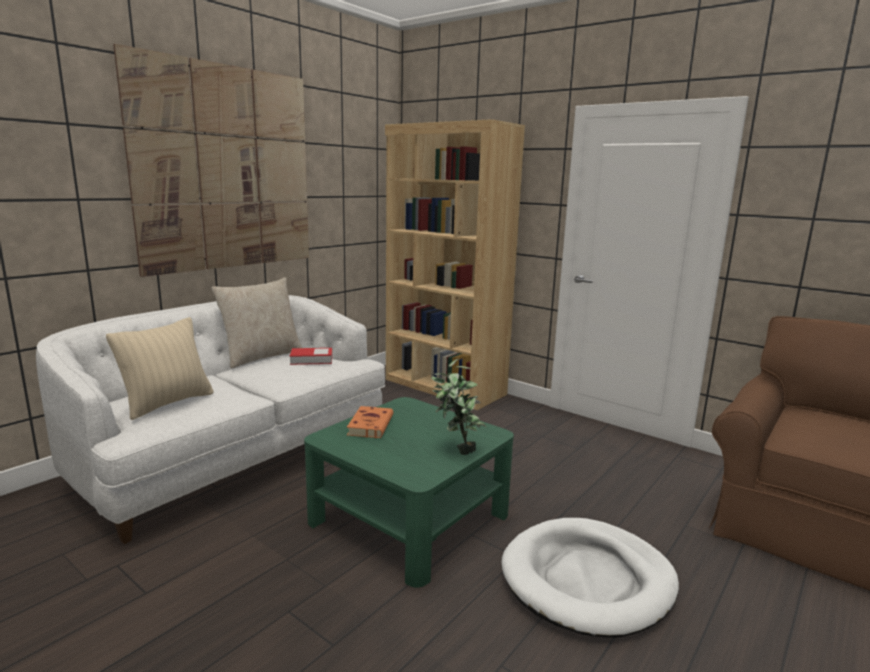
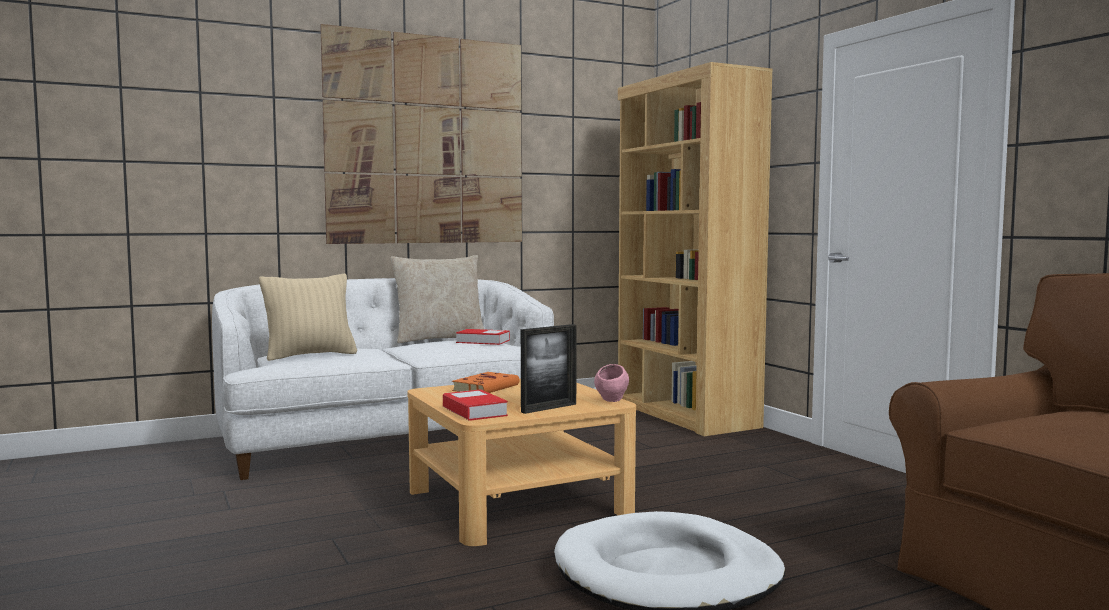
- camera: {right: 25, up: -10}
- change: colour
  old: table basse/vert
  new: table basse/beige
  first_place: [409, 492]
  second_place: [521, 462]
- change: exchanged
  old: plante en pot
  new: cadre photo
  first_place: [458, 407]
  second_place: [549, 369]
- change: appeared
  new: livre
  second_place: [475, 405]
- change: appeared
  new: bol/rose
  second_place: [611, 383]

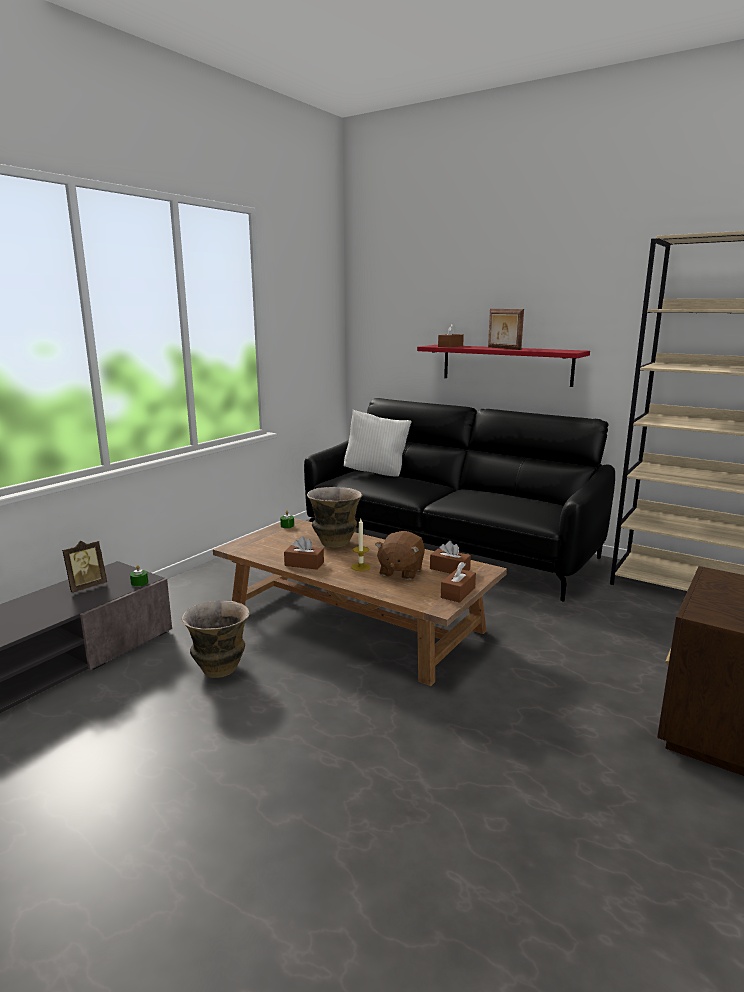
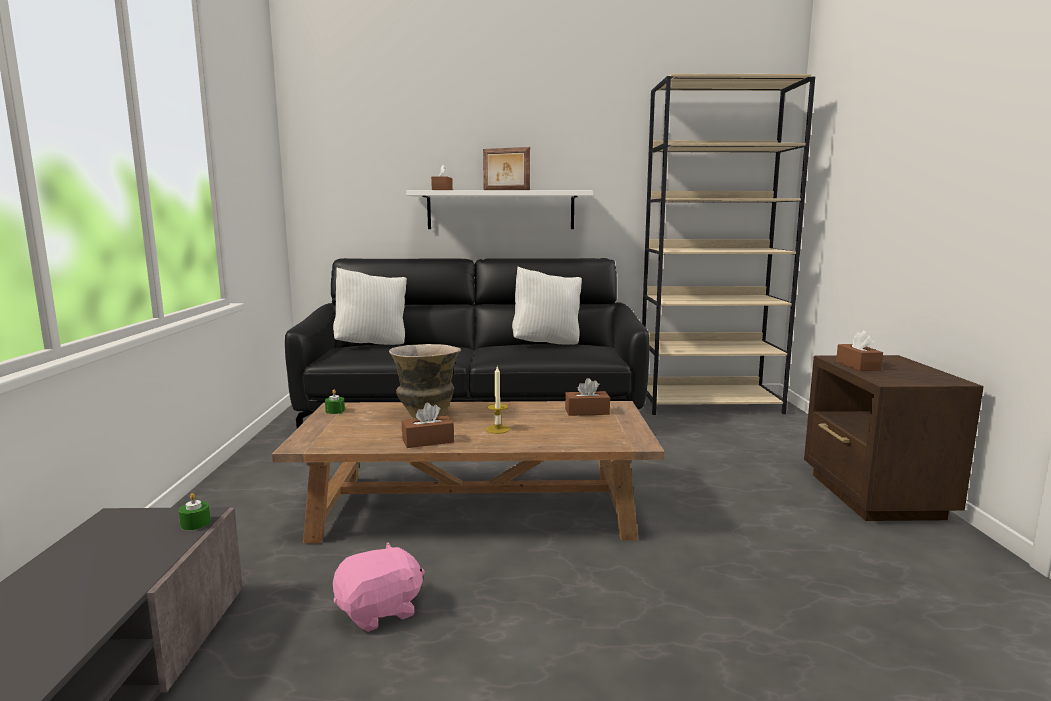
- camera: {right: -35, up: -5}
- change: missing
  old: cadre photo
  first_place: [84, 566]
- change: exchanged
  old: vase
  new: peluche/rose
  first_place: [216, 639]
  second_place: [379, 587]
- change: missing
  old: peluche/marron
  first_place: [400, 555]
- change: colour
  old: étagère/rouge
  new: étagère/blanc
  first_place: [503, 366]
  second_place: [499, 209]
- change: relocated
  old: boîte à mouchoirs/marron
  first_place: [458, 582]
  second_place: [859, 351]
- change: appeared
  new: coussin/blanc
  second_place: [547, 305]

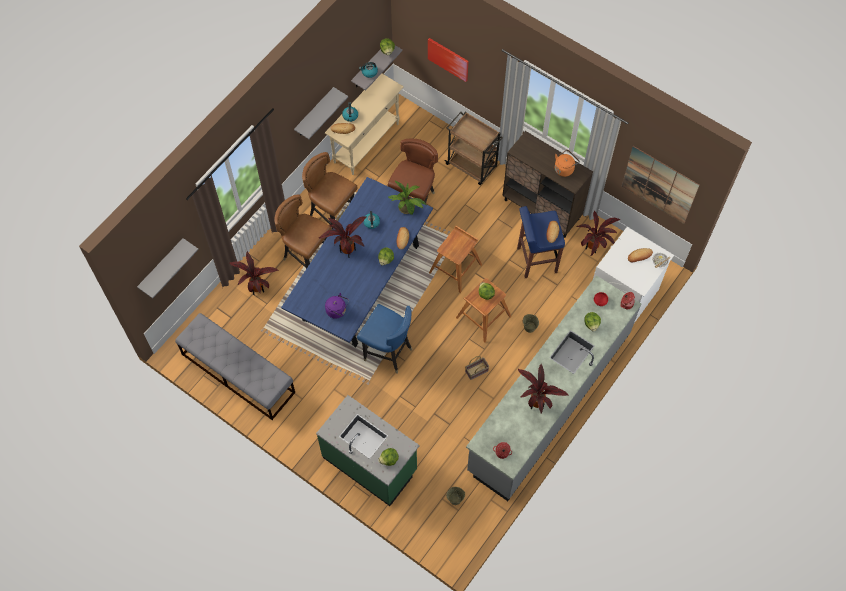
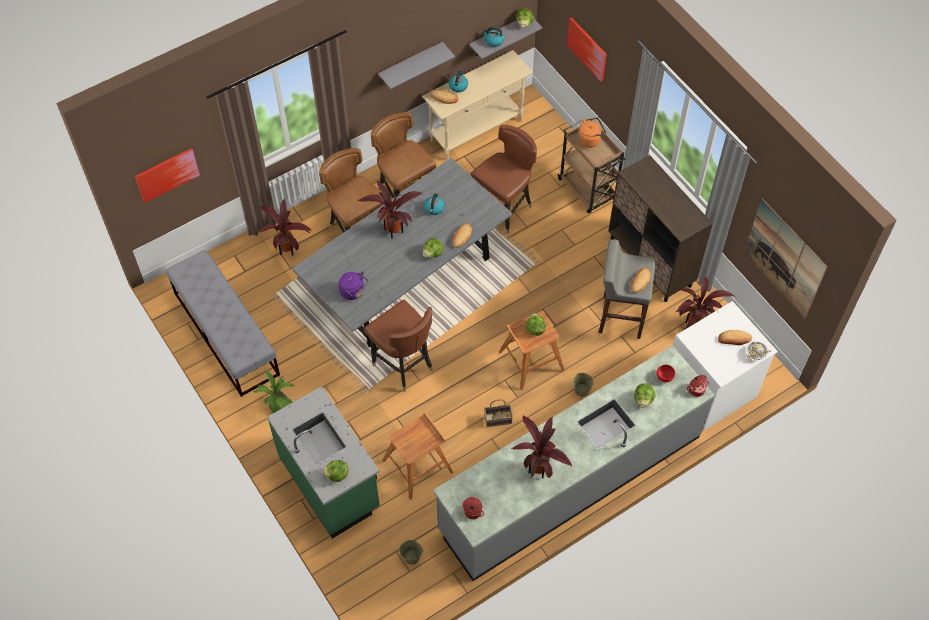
- camera: {right: 20, up: -5}
- change: exchanged
  old: étagère/gris
  new: tableau
  first_place: [168, 268]
  second_place: [167, 175]
- change: colour
  old: table à manger/bleu
  new: table à manger/gris
  first_place: [357, 262]
  second_place: [402, 252]
- change: colour
  old: chaise/bleu
  new: chaise/marron
  first_place: [384, 339]
  second_place: [398, 346]
- change: relocated
  old: plante en pot
  first_place: [407, 197]
  second_place: [273, 391]
- change: relocated
  old: tabouret/marron
  first_place: [455, 259]
  second_place: [417, 456]
- change: colour
  old: tabouret/bleu
  new: tabouret/gris
  first_place: [541, 242]
  second_place: [627, 289]
- change: relocated
  old: bouilloire/orange
  first_place: [567, 163]
  second_place: [592, 133]

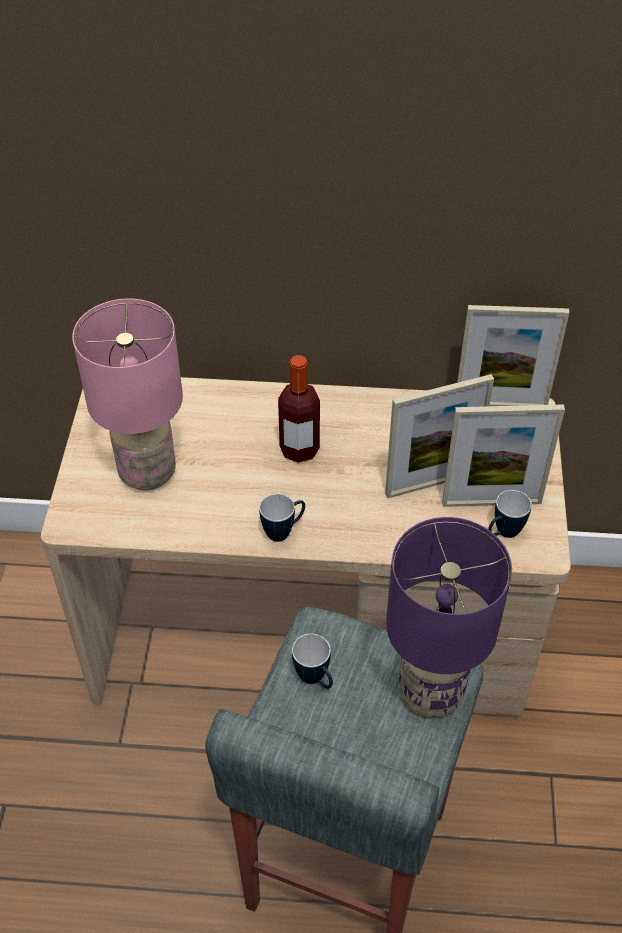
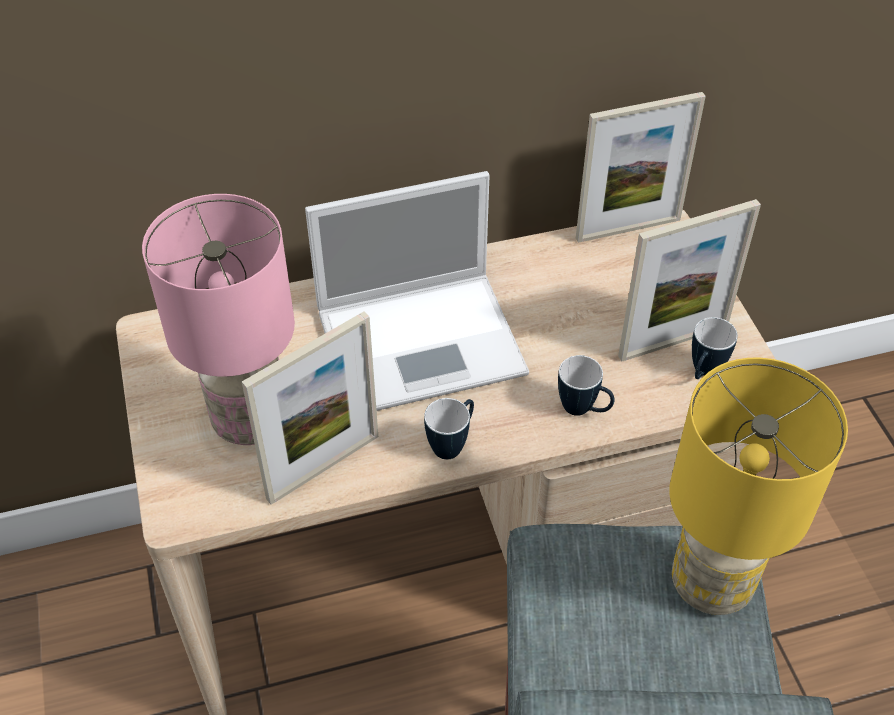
- camera: {right: -20, up: 0}
- change: exchanged
  old: bouteille
  new: ordinateur portable
  first_place: [299, 409]
  second_place: [417, 291]
- change: relocated
  old: mug
  first_place: [312, 661]
  second_place: [586, 385]
- change: relocated
  old: cadre photo
  first_place: [439, 436]
  second_place: [310, 408]
- change: colour
  old: lampe de table/violet
  new: lampe de table/jaune
  first_place: [449, 617]
  second_place: [758, 486]

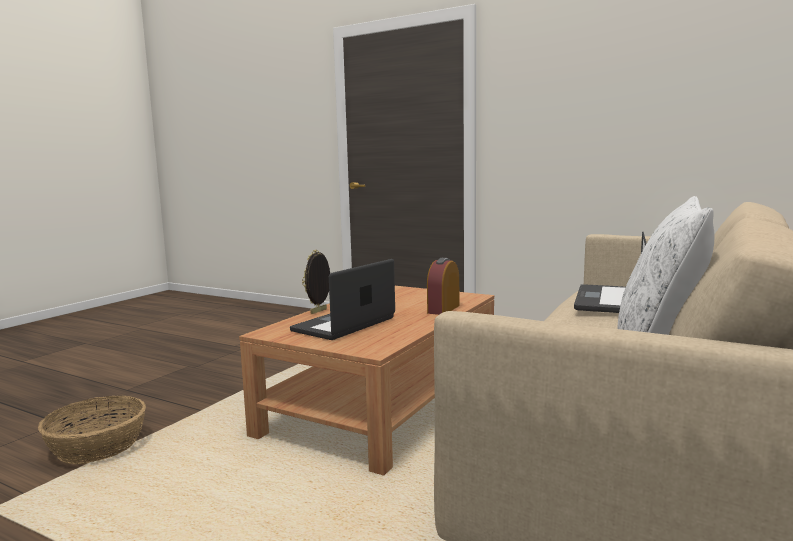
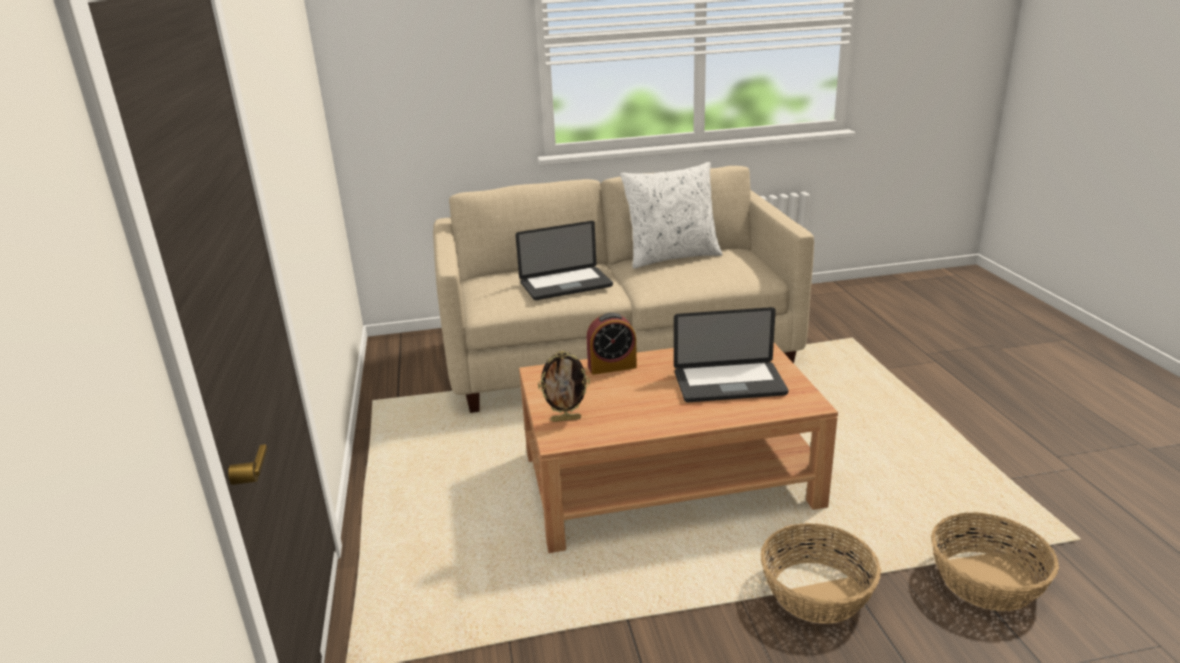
- camera: {right: -130, up: 15}
- change: relocated
  old: cadre photo
  first_place: [316, 282]
  second_place: [564, 386]
- change: appeared
  new: panier
  second_place: [820, 573]

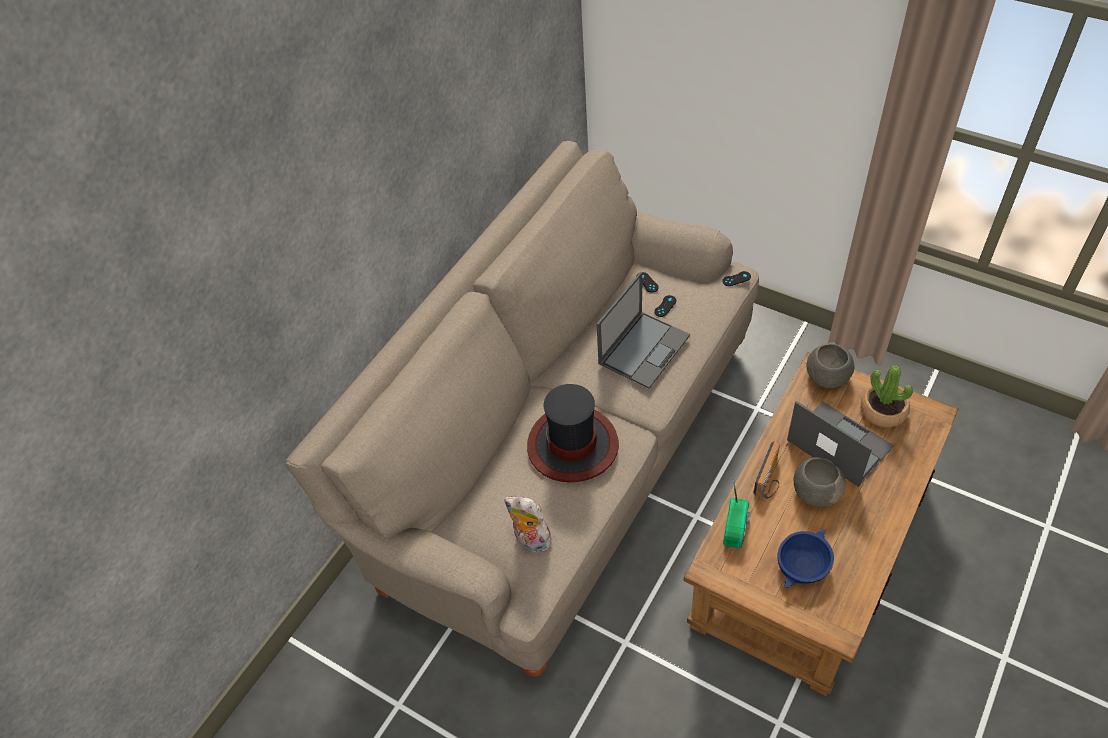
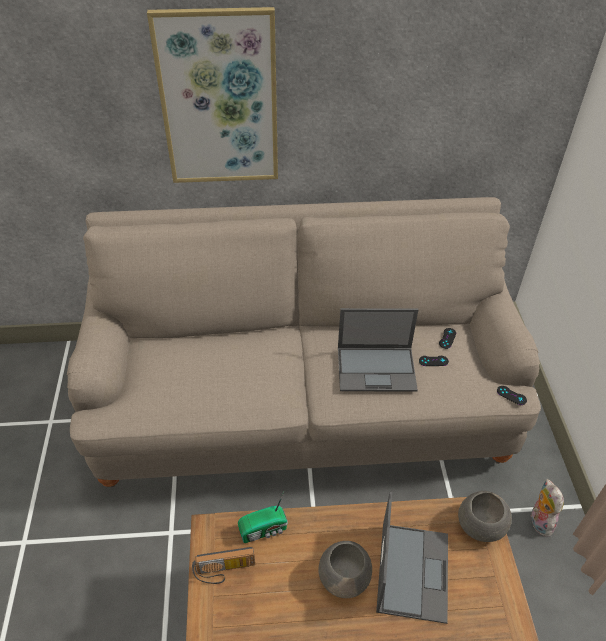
- camera: {right: 50, up: -5}
- change: relocated
  old: peluche
  first_place: [529, 524]
  second_place: [547, 508]
- change: missing
  old: chapeau
  first_place: [573, 433]
- change: relocated
  old: radio
  first_place: [766, 470]
  second_place: [223, 565]
- change: missing
  old: bol/bleu
  first_place: [805, 558]
- change: missing
  old: plante en pot
  first_place: [887, 396]
- change: appeared
  new: tableau
  second_place: [212, 95]

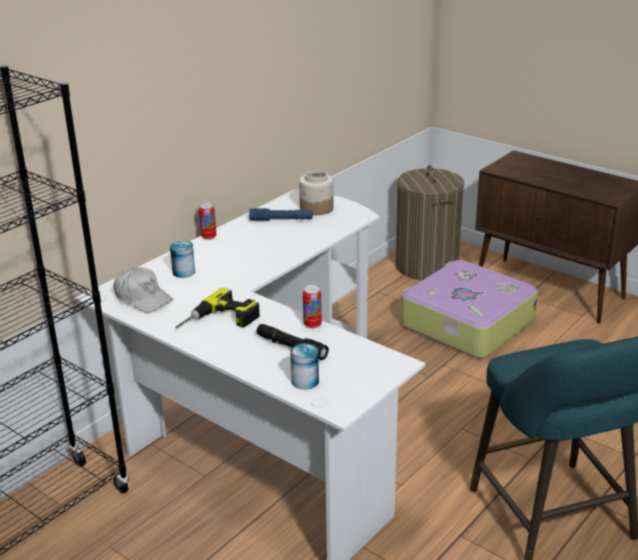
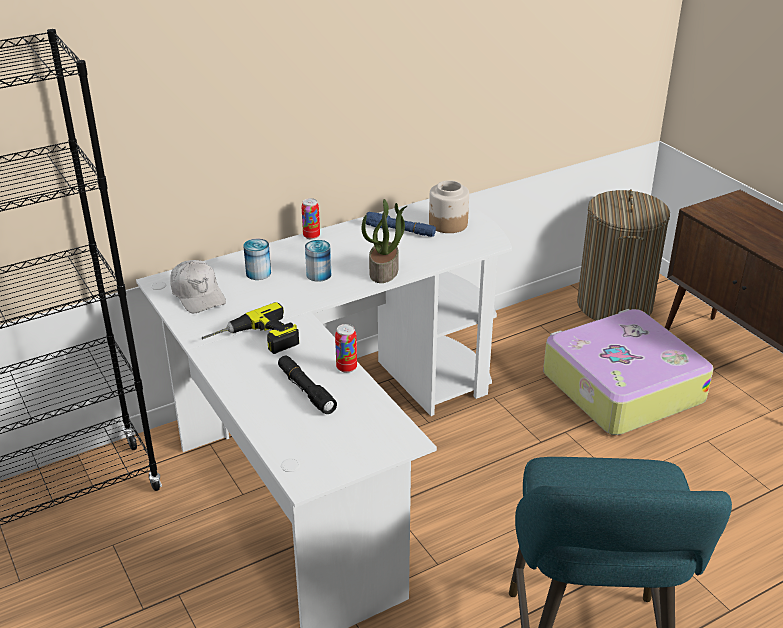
- camera: {right: 20, up: 5}
- change: relocated
  old: boîte métallique
  first_place: [304, 366]
  second_place: [318, 261]
- change: appeared
  new: plante en pot
  second_place: [384, 241]

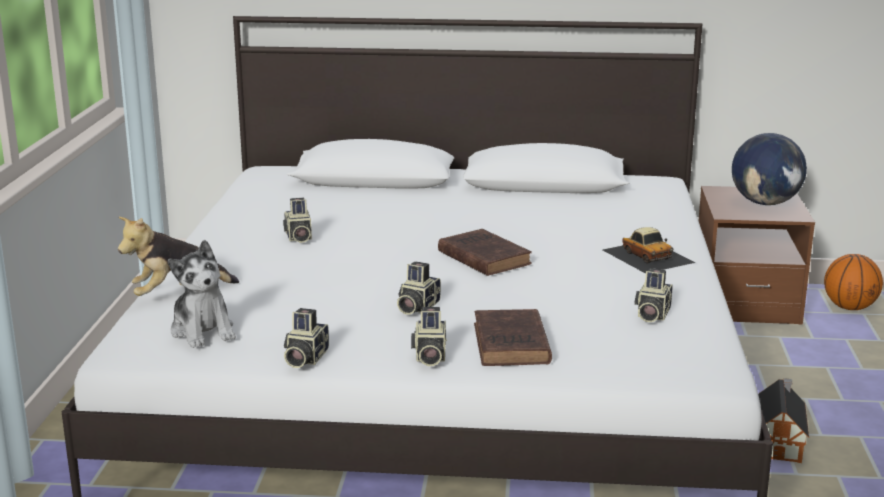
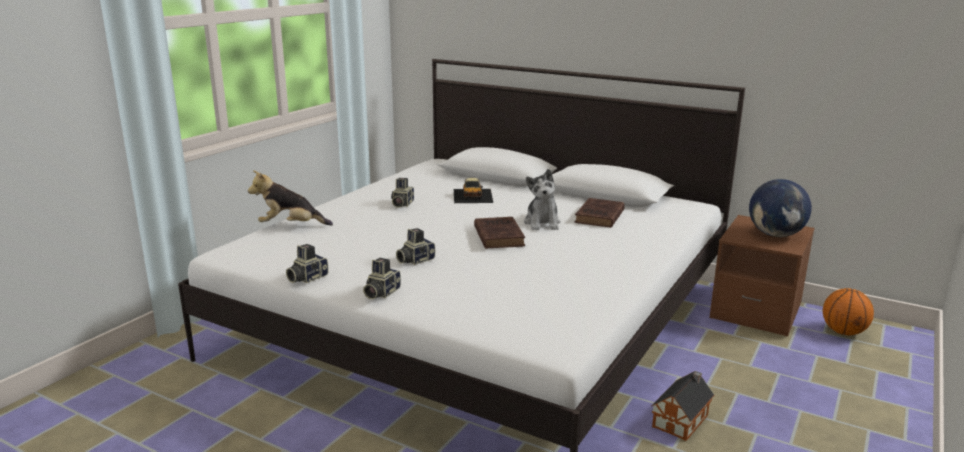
- camera: {right: 25, up: 0}
- change: relocated
  old: peluche
  first_place: [202, 294]
  second_place: [542, 199]
- change: relocated
  old: livre/marron
  first_place: [513, 337]
  second_place: [600, 213]
- change: relocated
  old: petite voiture
  first_place: [649, 250]
  second_place: [473, 190]
- change: missing
  old: appareil photo
  first_place: [653, 295]

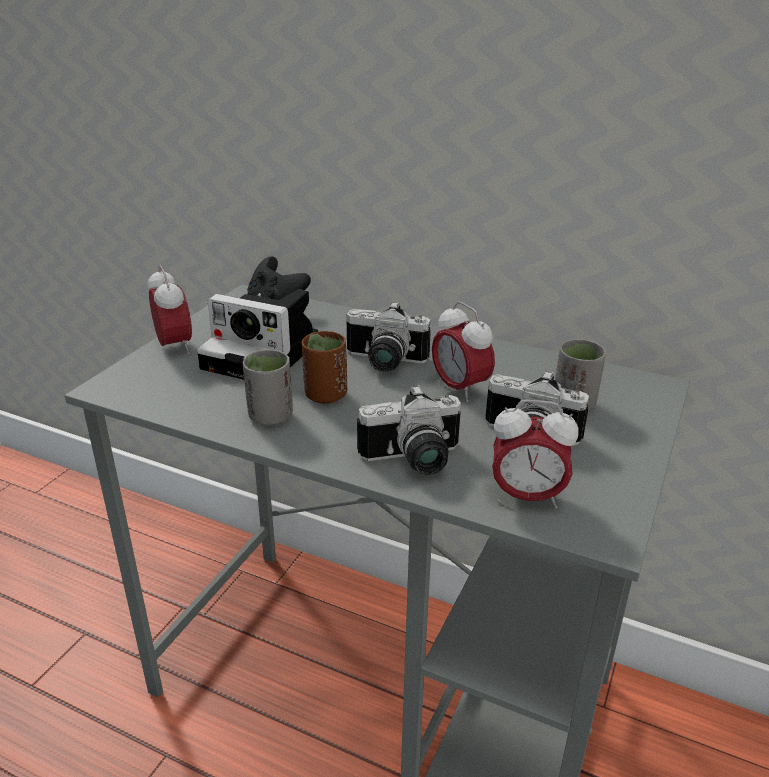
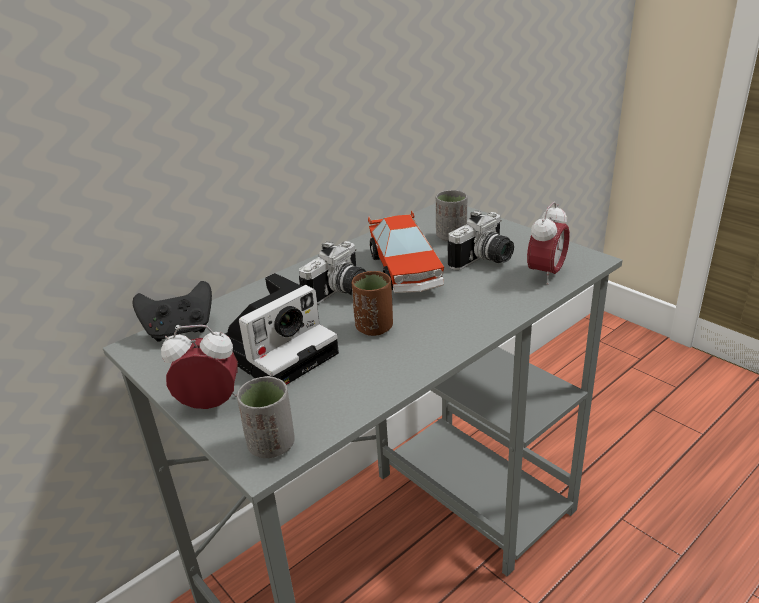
- camera: {right: -65, up: 0}
- change: relocated
  old: tasse/gris
  first_place: [268, 388]
  second_place: [266, 417]
- change: missing
  old: appareil photo
  first_place: [409, 430]
- change: exchanged
  old: réveil
  new: petite voiture
  first_place: [463, 352]
  second_place: [406, 251]

